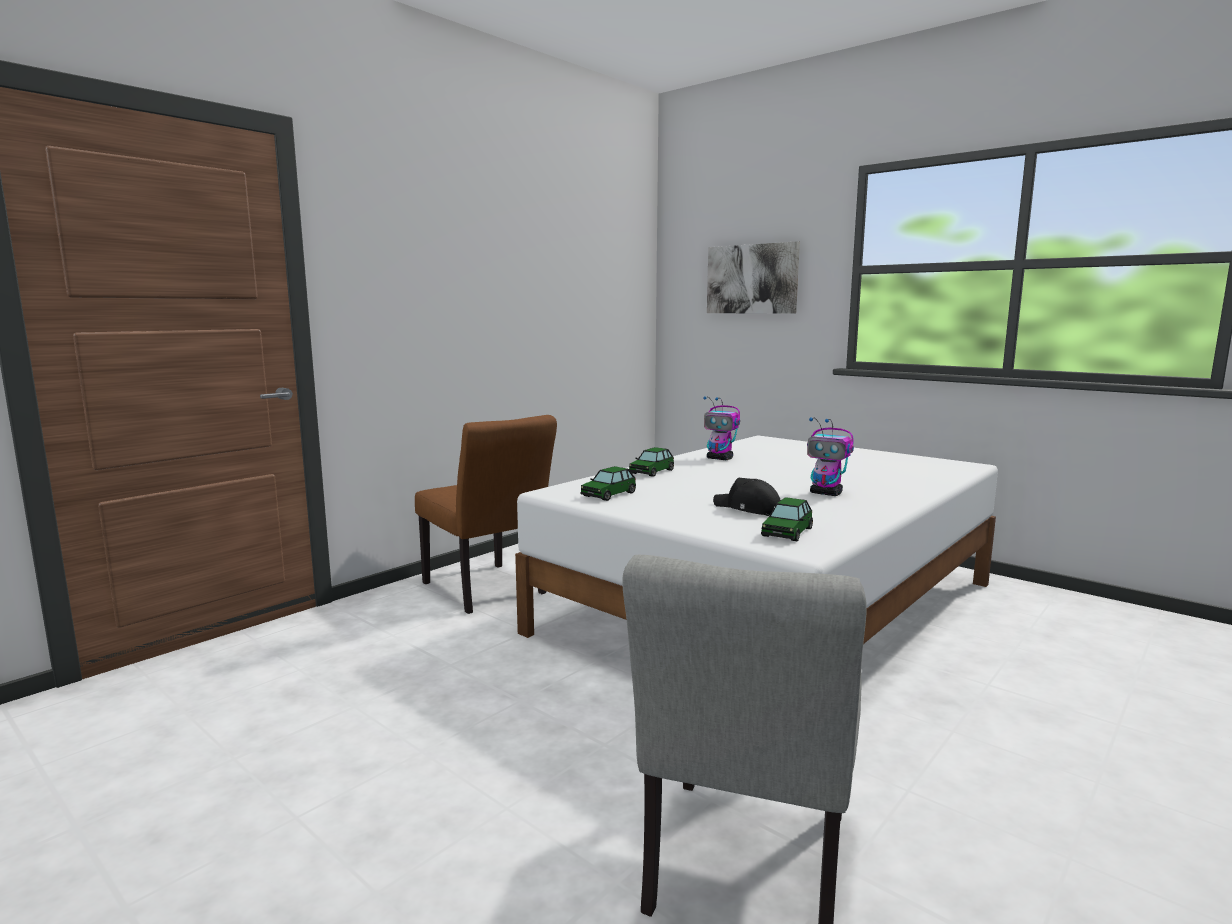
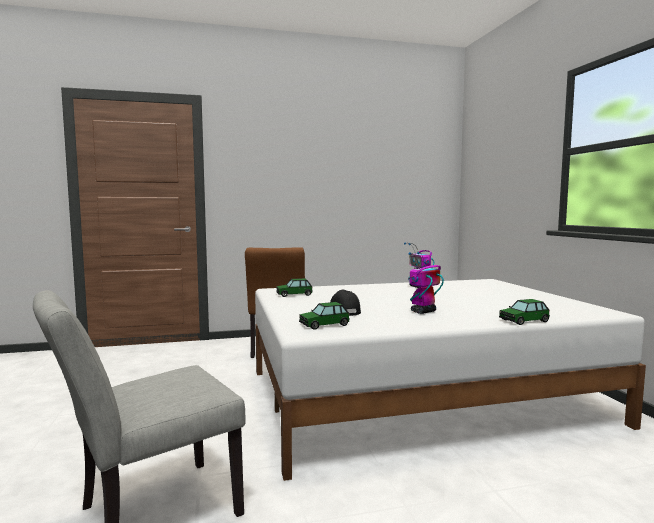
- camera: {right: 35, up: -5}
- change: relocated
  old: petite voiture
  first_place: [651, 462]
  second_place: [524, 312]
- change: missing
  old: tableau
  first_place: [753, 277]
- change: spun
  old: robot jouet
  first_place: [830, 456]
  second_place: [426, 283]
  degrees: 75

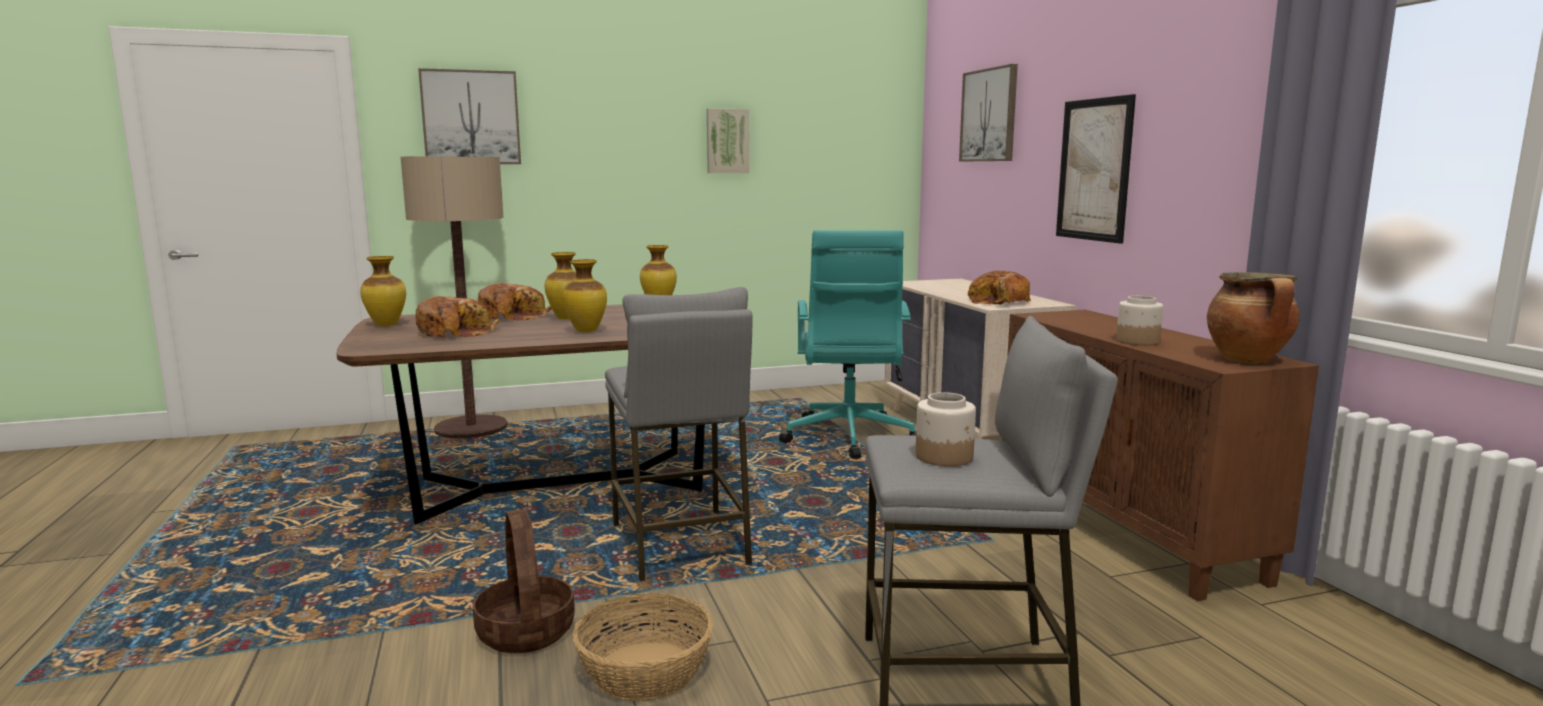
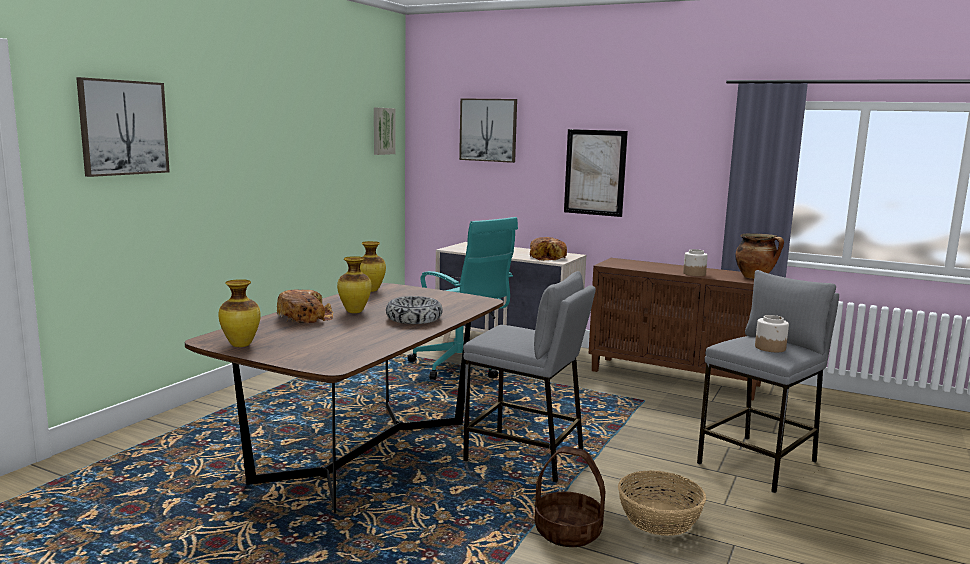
- camera: {right: -45, up: 0}
- change: missing
  old: lampadaire
  first_place: [454, 297]
- change: missing
  old: pain
  first_place: [457, 316]
- change: exchanged
  old: vase
  new: bol
  first_place: [585, 296]
  second_place: [414, 310]
- change: relocated
  old: tableau
  first_place: [728, 140]
  second_place: [384, 131]

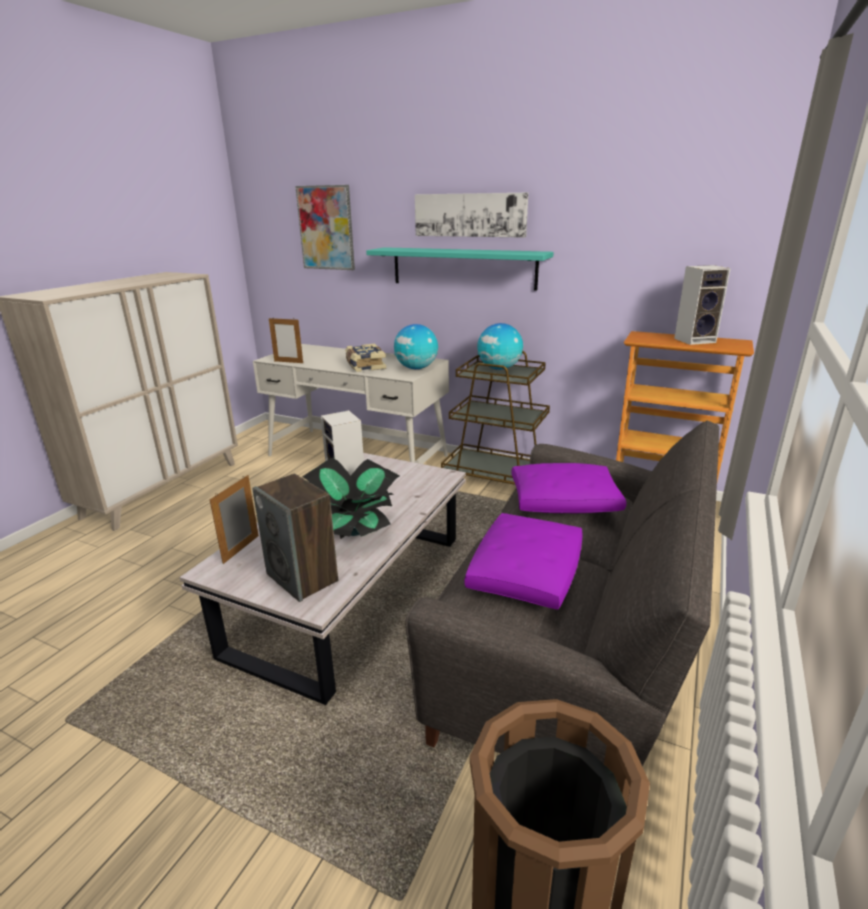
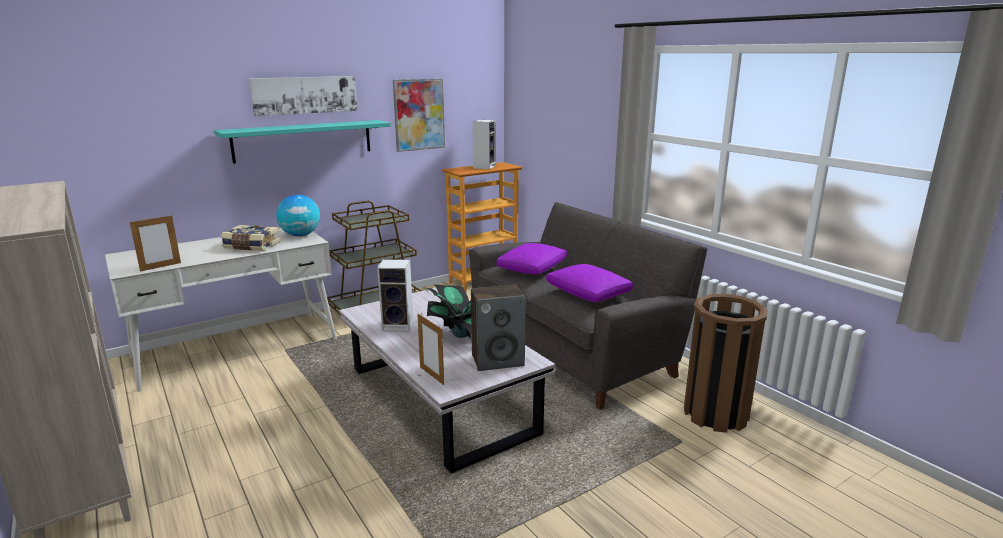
- camera: {right: -60, up: -5}
- change: relocated
  old: tableau
  first_place: [325, 227]
  second_place: [419, 115]
- change: missing
  old: globe
  first_place: [500, 346]

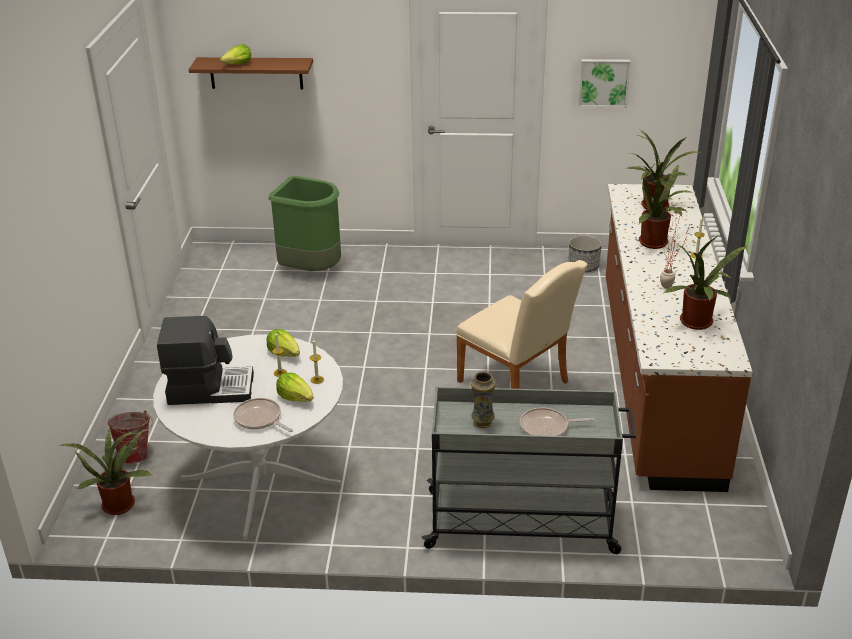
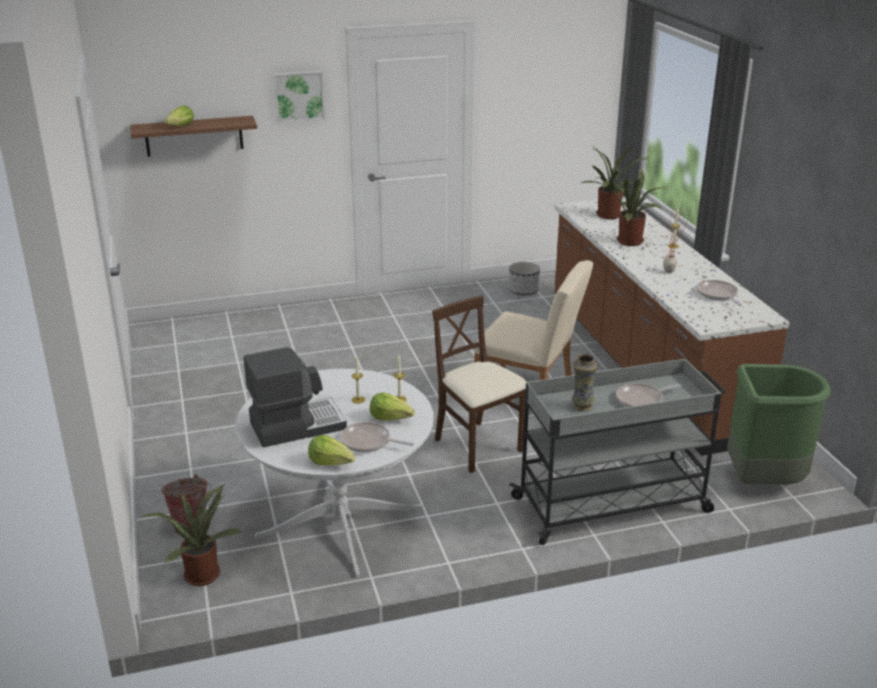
- camera: {right: -20, up: -5}
- change: relocated
  old: laitue
  first_place: [283, 343]
  second_place: [331, 450]
- change: relocated
  old: poubelle/vert
  first_place: [305, 223]
  second_place: [779, 424]
- change: relocated
  old: tableau
  first_place: [604, 83]
  second_place: [299, 97]
- change: exchanged
  old: plante en pot
  new: poêle
  first_place: [705, 282]
  second_place: [719, 293]
- change: appeared
  new: chaise/beige
  second_place: [479, 384]

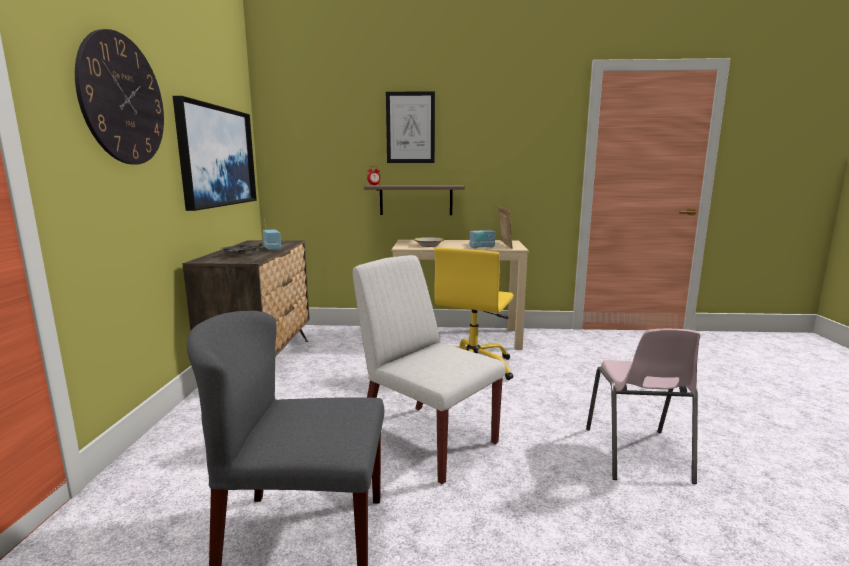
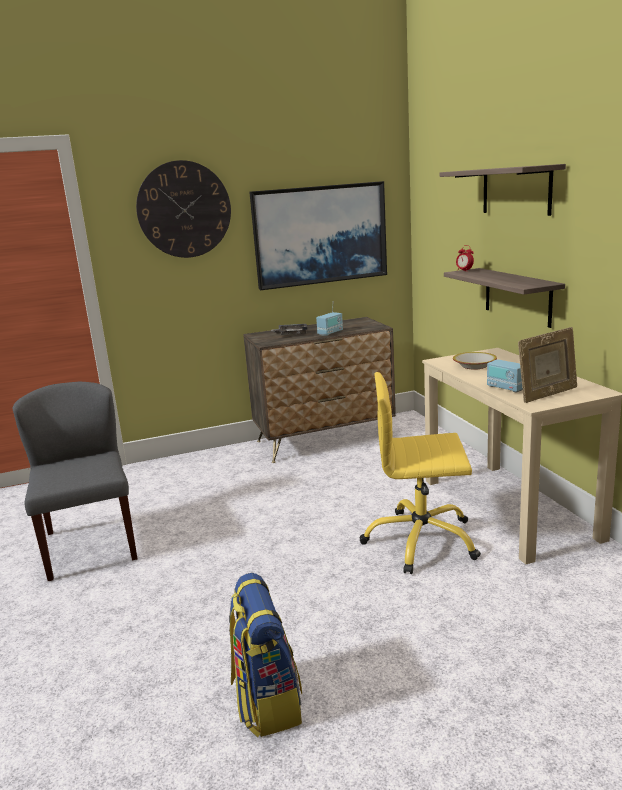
- camera: {right: 70, up: 5}
- change: missing
  old: chaise/blanc
  first_place: [429, 369]
- change: exchanged
  old: tableau
  new: étagère
  first_place: [410, 127]
  second_place: [503, 190]
- change: exchanged
  old: chaise/rose
  new: sac à dos
  first_place: [643, 406]
  second_place: [265, 655]

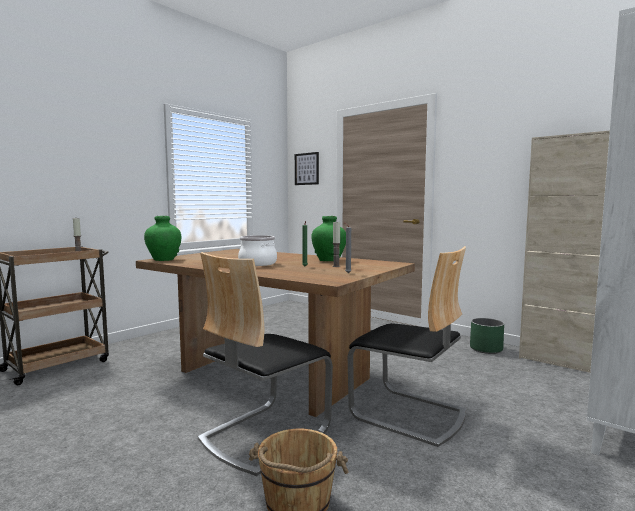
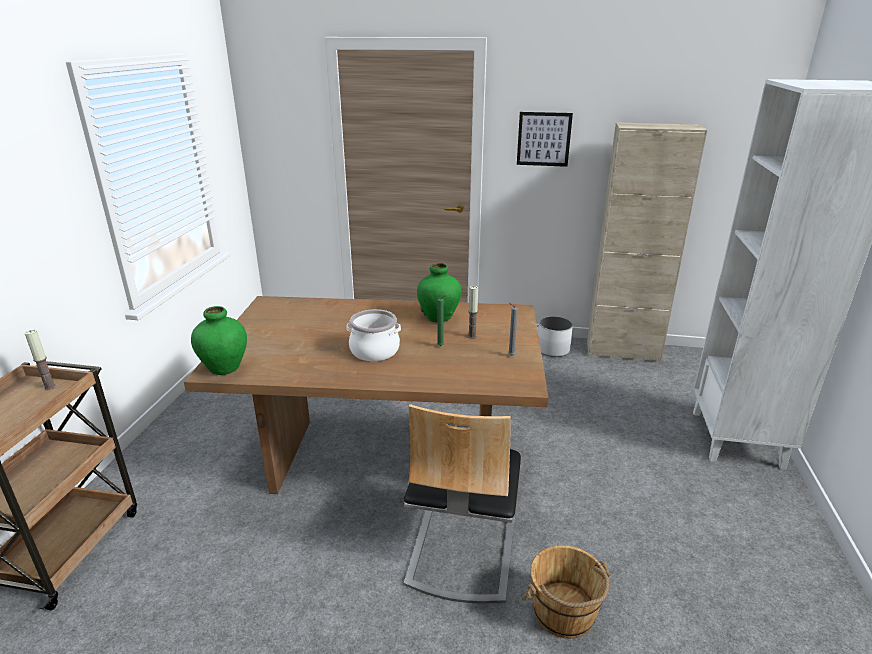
- camera: {right: -30, up: 20}
- change: relocated
  old: tableau
  first_place: [307, 168]
  second_place: [545, 139]
- change: missing
  old: chaise
  first_place: [407, 346]
- change: colour
  old: cache-pot/vert
  new: cache-pot/blanc
  first_place: [487, 336]
  second_place: [555, 336]

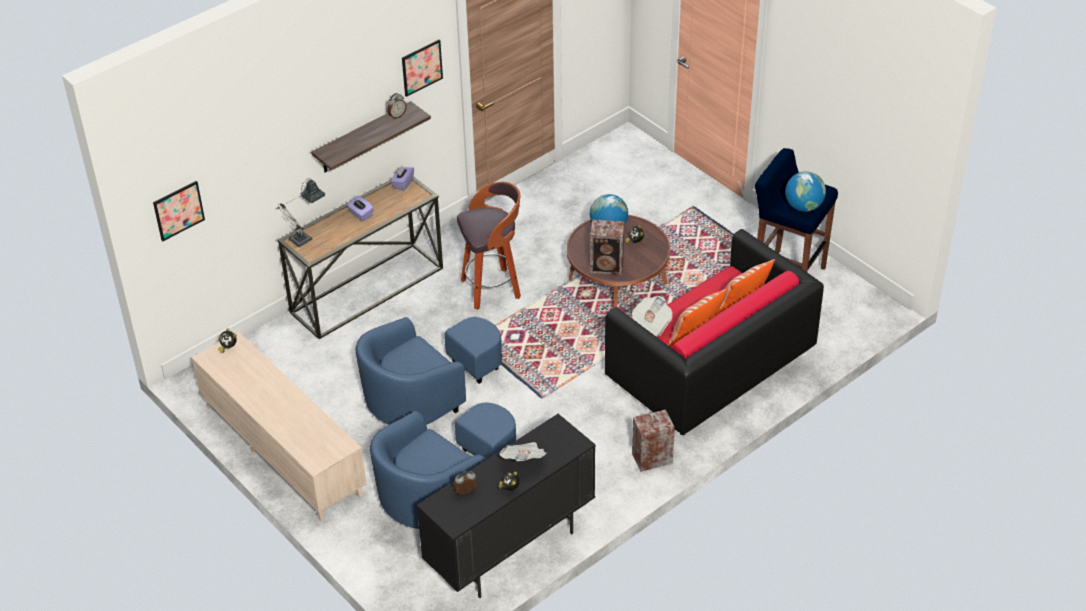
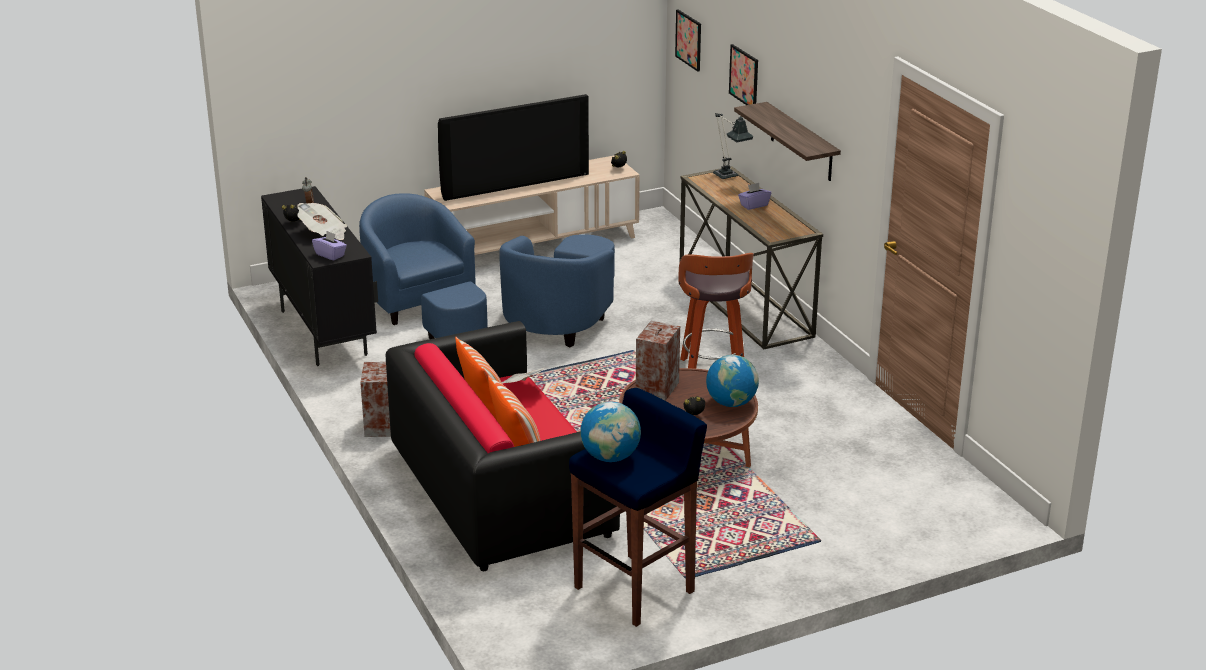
- camera: {right: 105, up: -15}
- change: spun
  old: fauteuil/bleu
  first_place: [429, 371]
  second_place: [557, 291]
  degrees: -135
- change: missing
  old: réveil
  first_place: [397, 106]
- change: relocated
  old: boîte à mouchoirs/violet
  first_place: [402, 178]
  second_place: [329, 246]
- change: relocated
  old: tableau
  first_place: [422, 68]
  second_place: [743, 74]
- change: appeared
  new: téléviseur
  second_place: [513, 147]

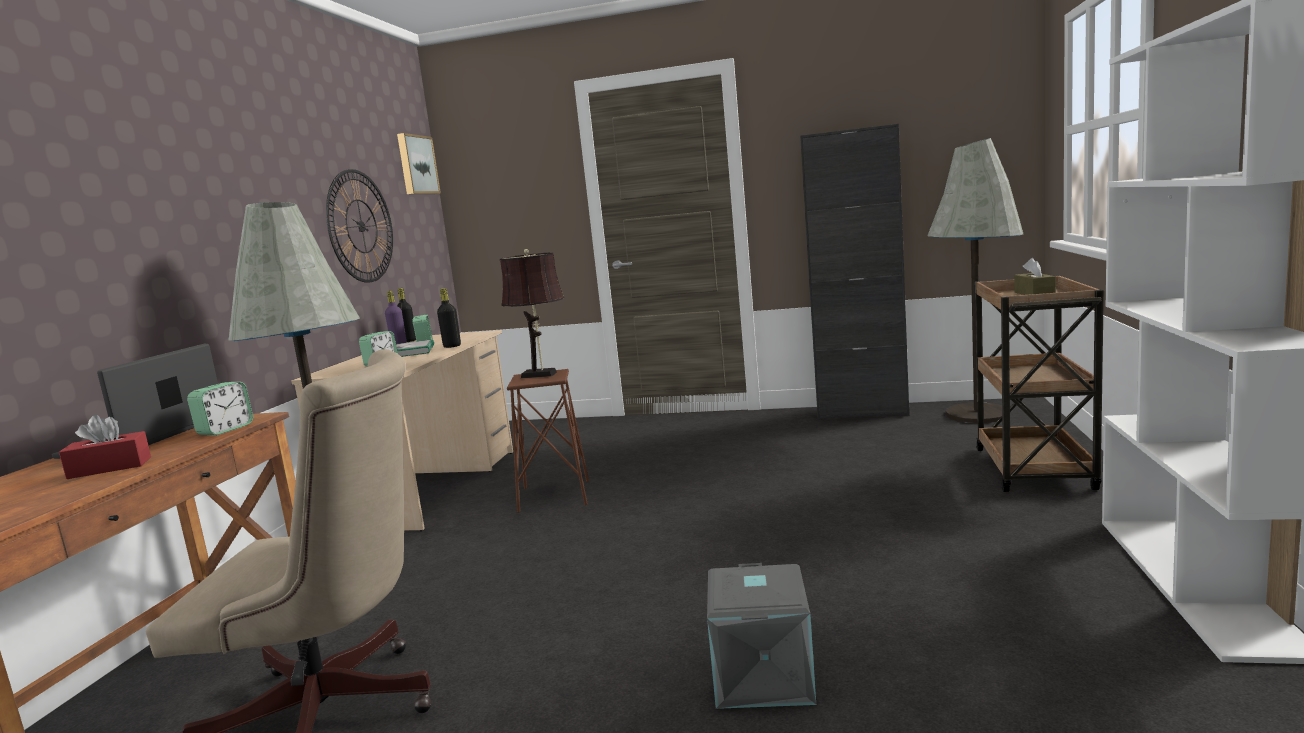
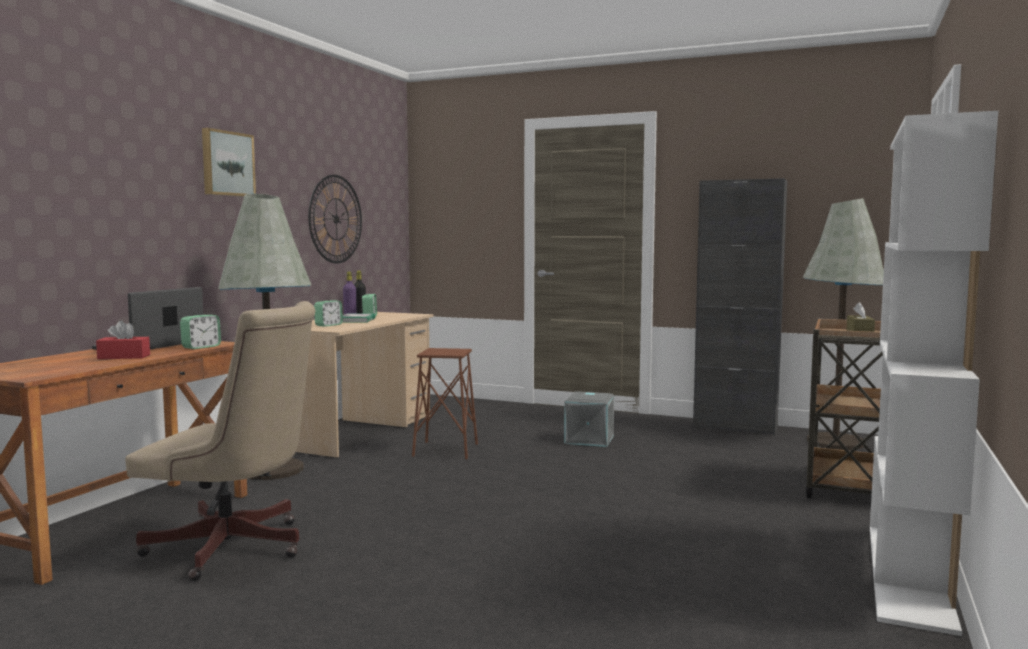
- camera: {right: 10, up: -5}
- change: relocated
  old: tableau
  first_place: [419, 163]
  second_place: [229, 162]
- change: missing
  old: bouteille/noir
  first_place: [449, 318]
- change: missing
  old: lampe de table/marron
  first_place: [532, 314]
- change: relocated
  old: boîte de rangement/gris
  first_place: [761, 636]
  second_place: [589, 419]

